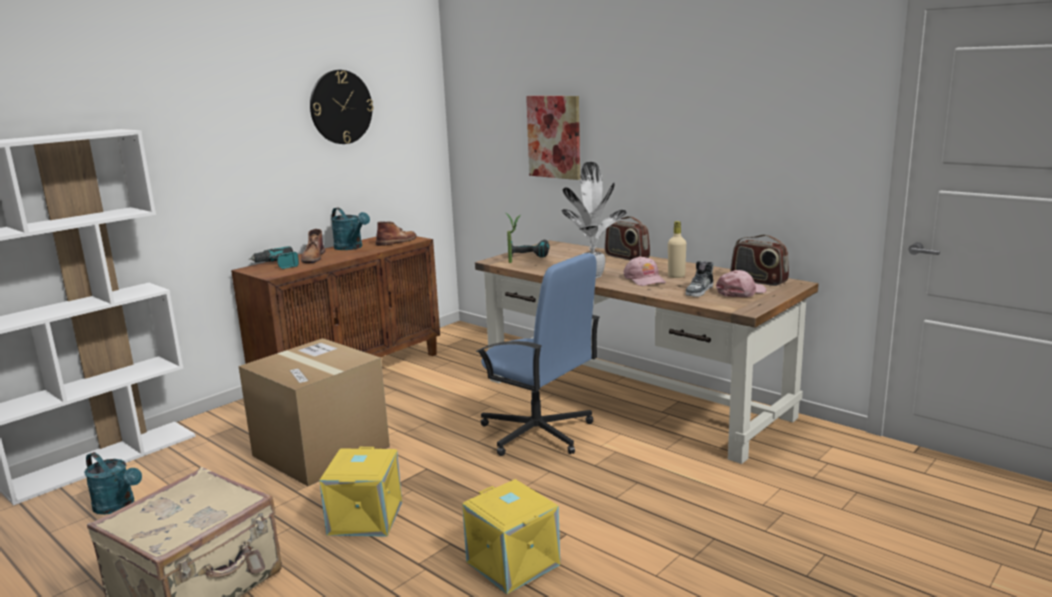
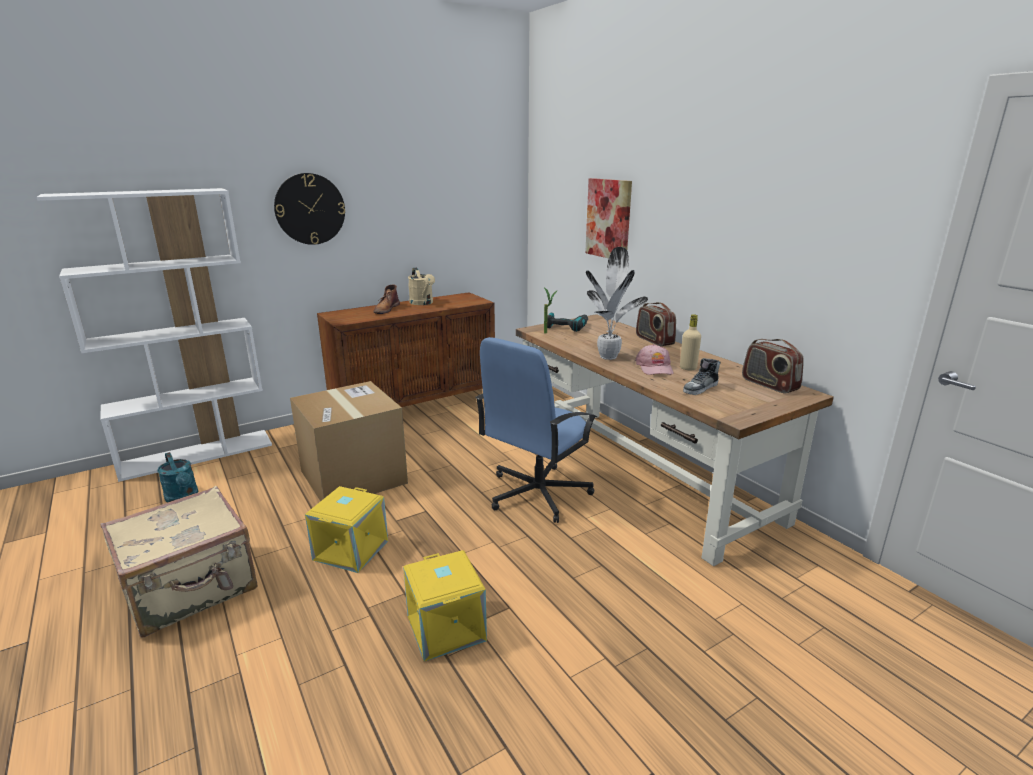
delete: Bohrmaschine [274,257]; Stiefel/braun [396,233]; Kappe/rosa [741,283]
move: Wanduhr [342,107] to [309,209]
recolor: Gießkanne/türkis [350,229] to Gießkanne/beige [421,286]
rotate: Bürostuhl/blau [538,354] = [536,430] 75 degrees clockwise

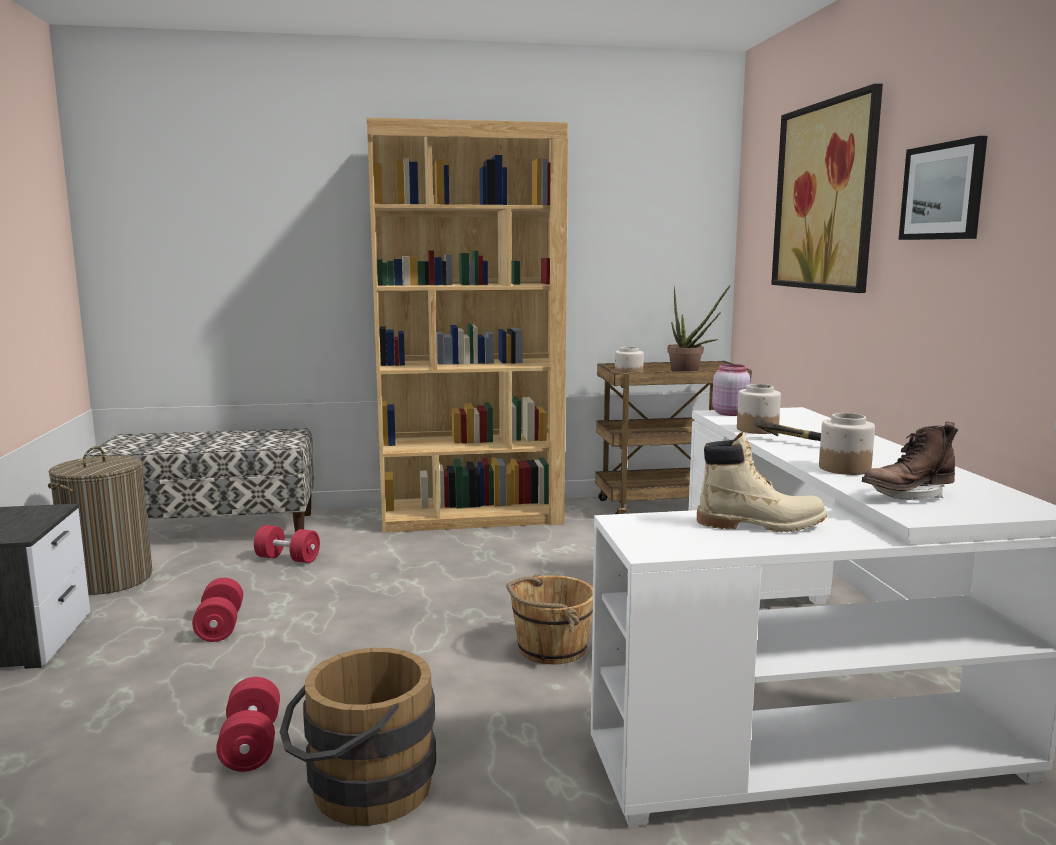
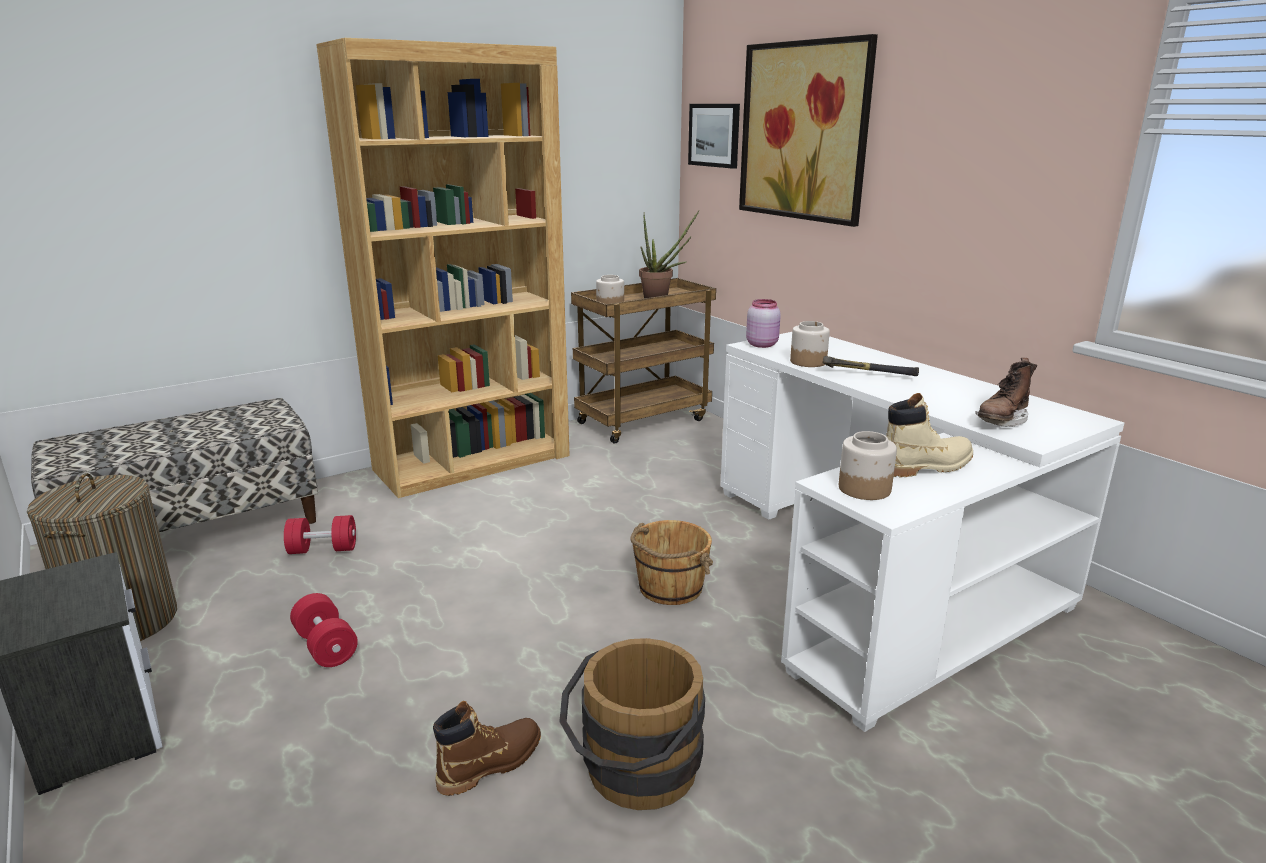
move: Vorratsglas [847,444] to [868,465]; Bild [943,188] to [714,136]
replace: Hantel/rot [248,724] to Stiefel/braun [487,748]

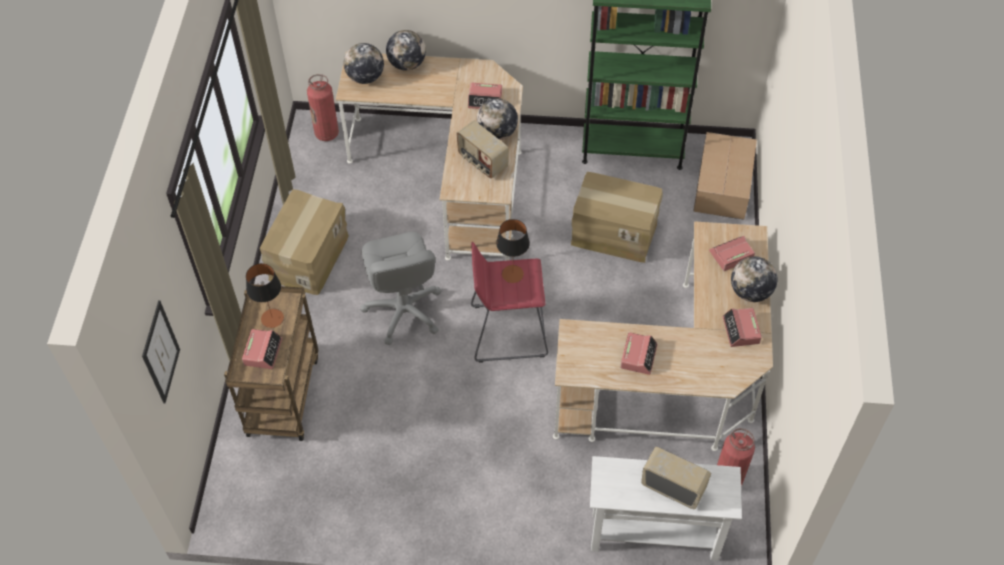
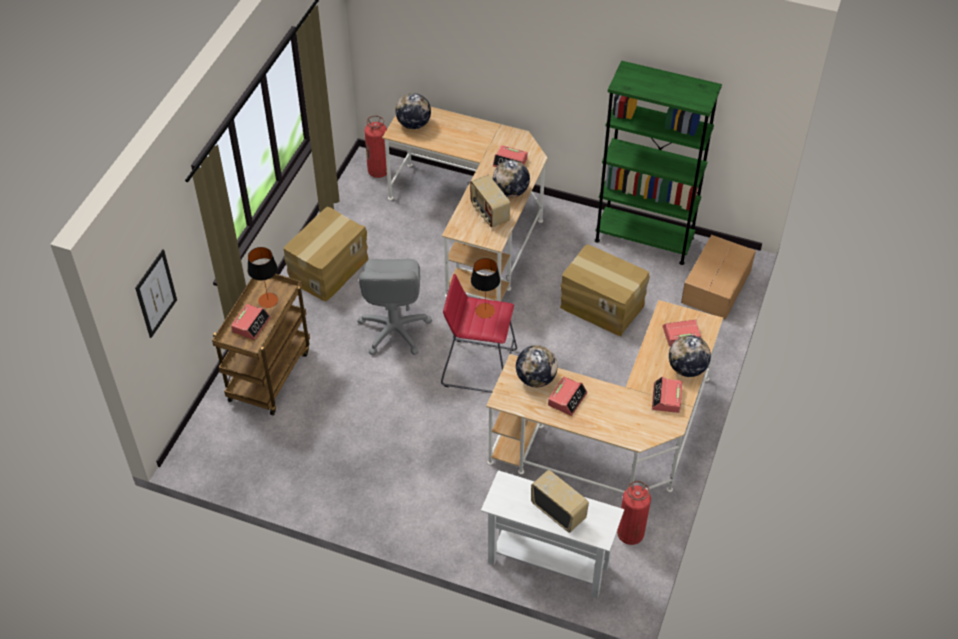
move: Globus [406,50] to [537,366]

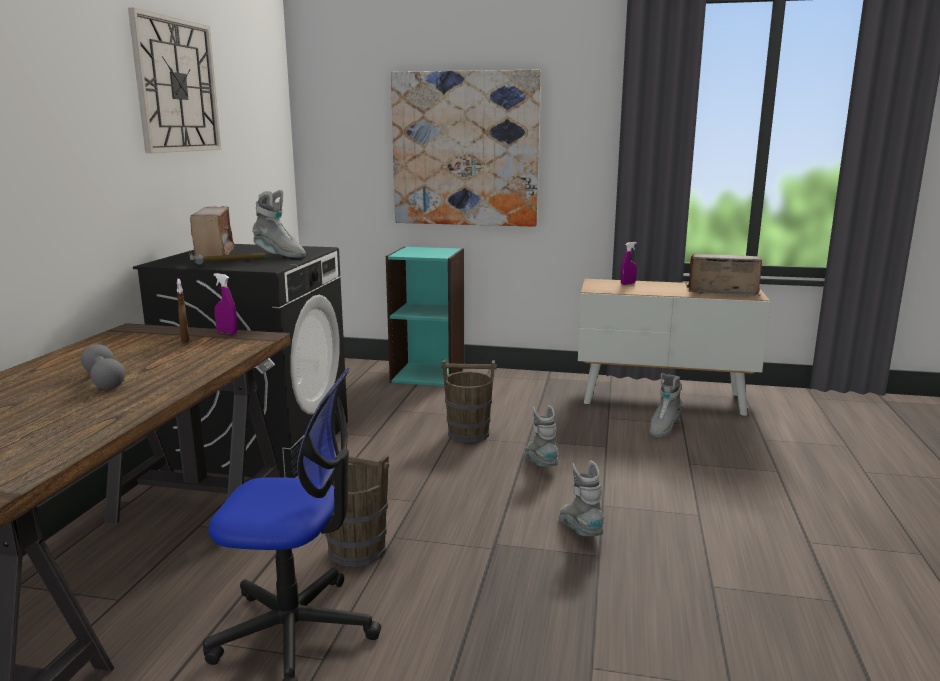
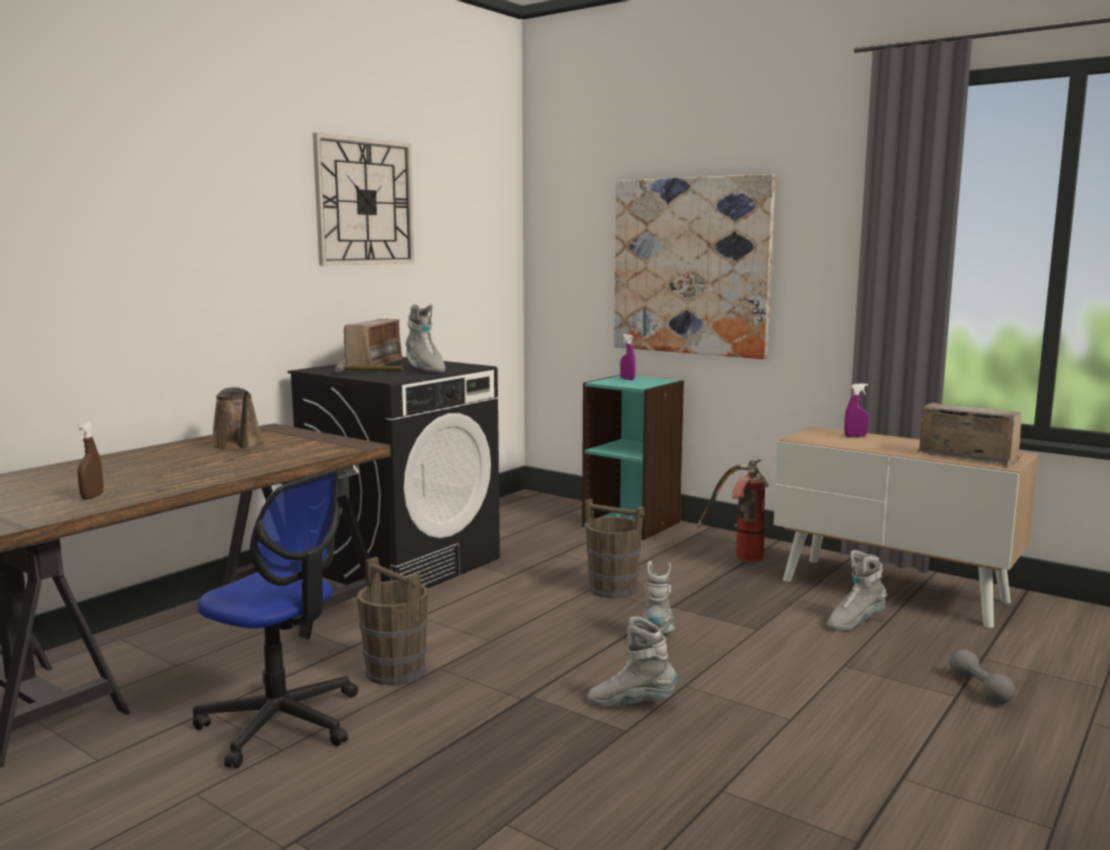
insert: Gießkanne/braun [237,419]; Feuerlöscher [733,510]
move: Hantel/grau [103,367] to [982,677]; Sprühflasche/braun [183,310] to [90,461]; Sprühflasche/lila [225,303] to [628,357]
rotate: Stiefel/grau [581,498] = [632,662] 90 degrees counterclockwise

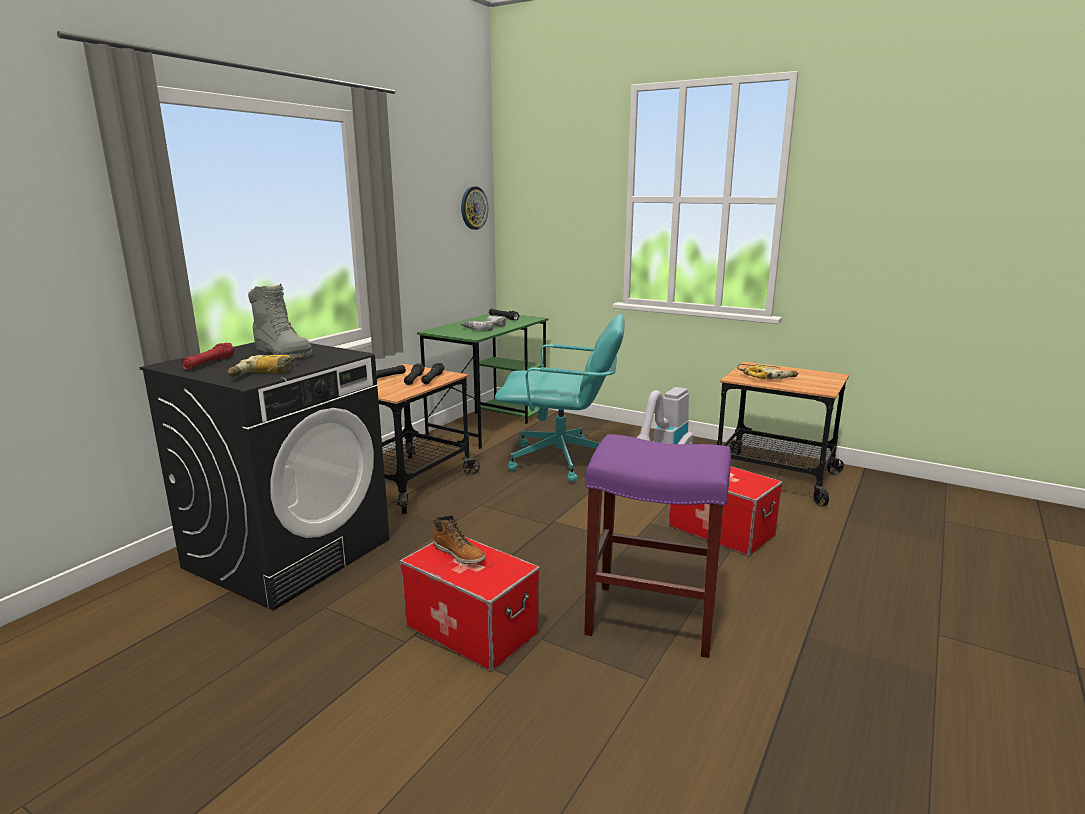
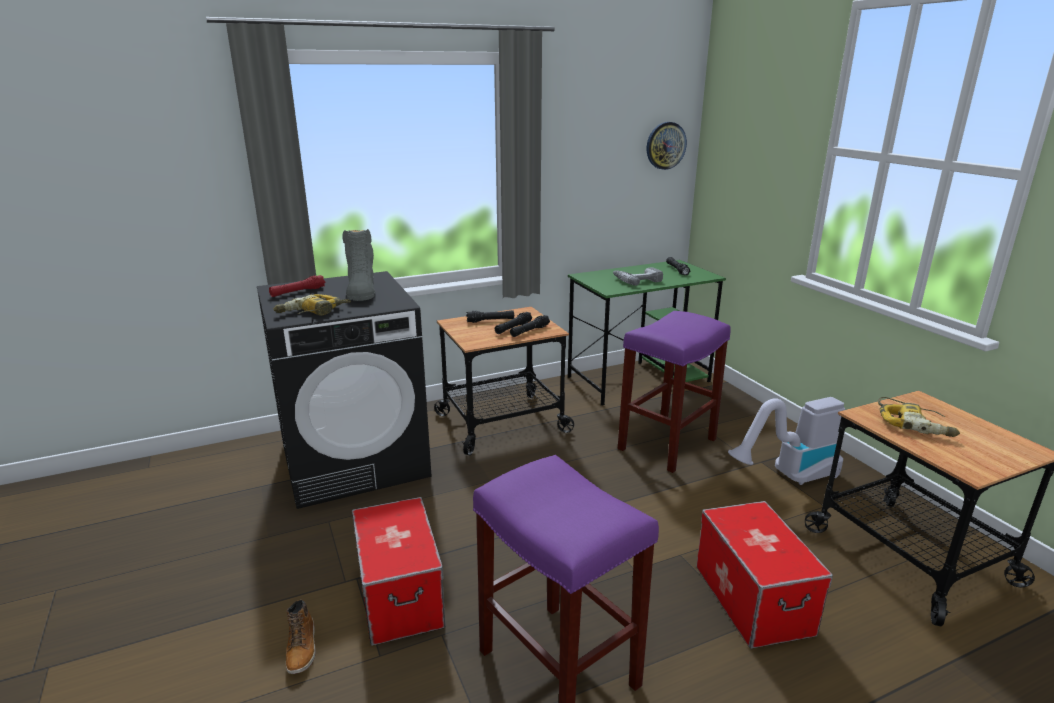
move: Stiefel [459,539] to [301,636]
replace: Bürostuhl/türkis [560,398] to Hocker/lila [674,392]

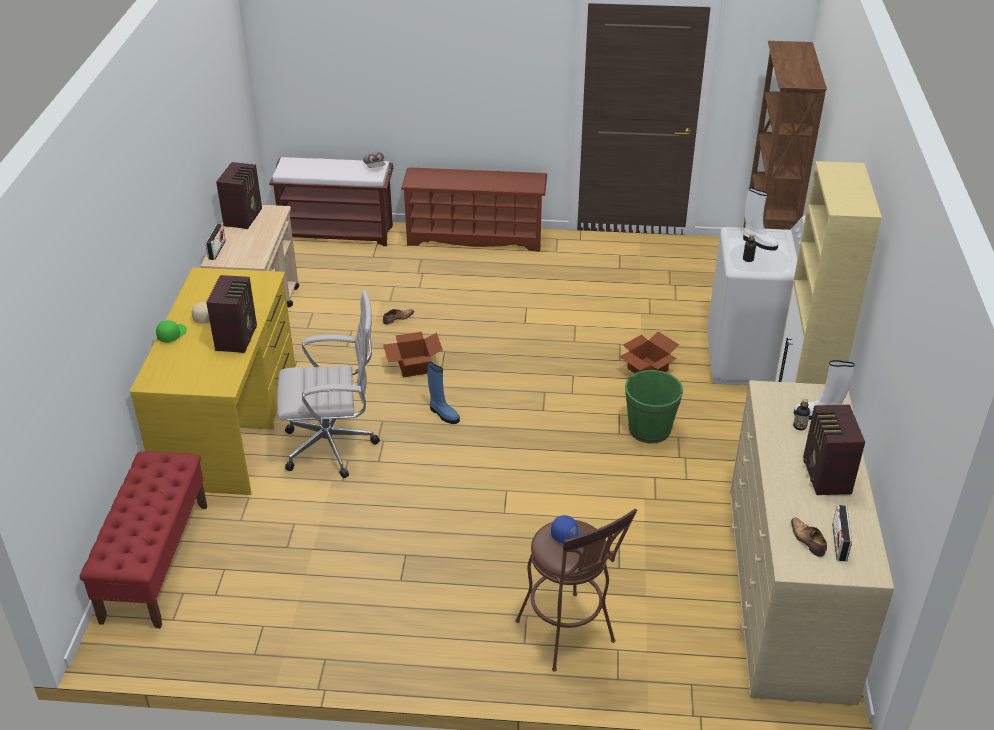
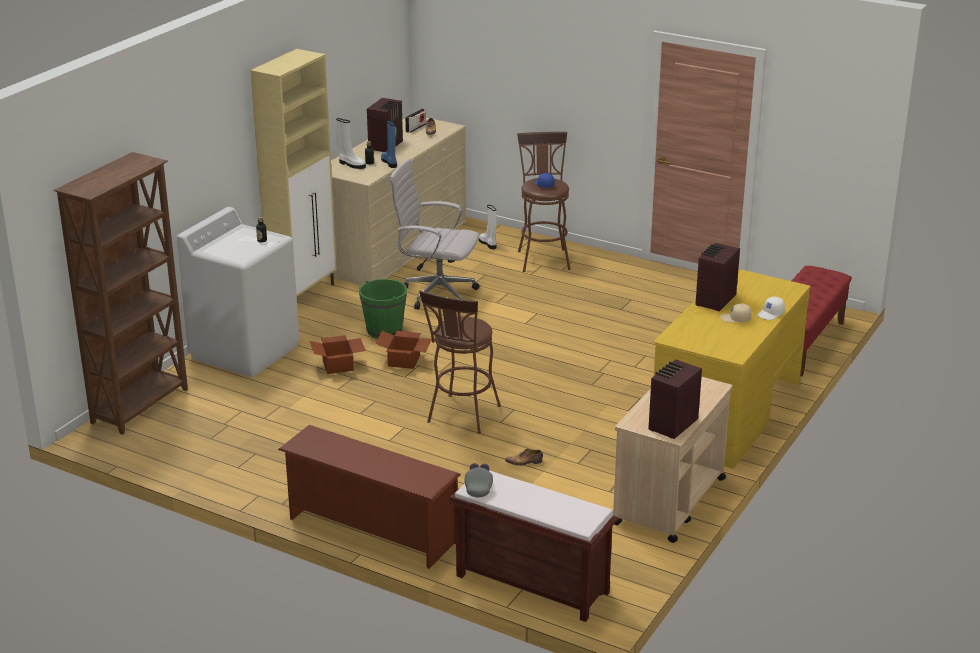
delete: Radio [216,242]
insert: Hocker/braun [460,362]
move: Bürostuhl/weiß [328,384] to [434,234]; Karton [413,354] to [403,350]; Stiefel/blau [443,393] to [389,144]; Stiefel/weiß [761,219] to [488,227]
recolor: Kappe/grün [171,331] to Kappe/weiß [771,308]

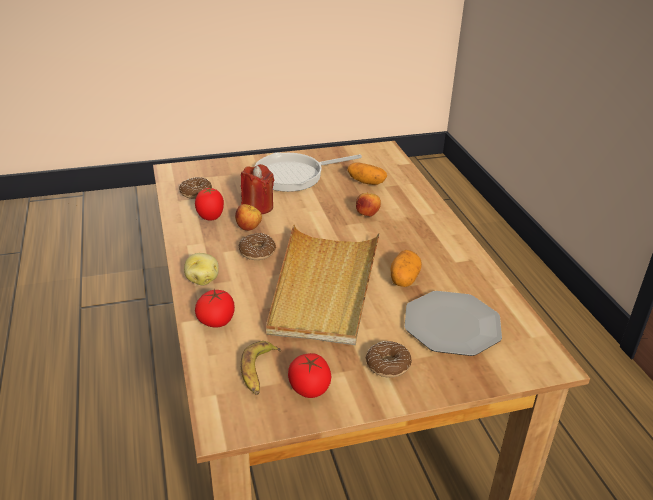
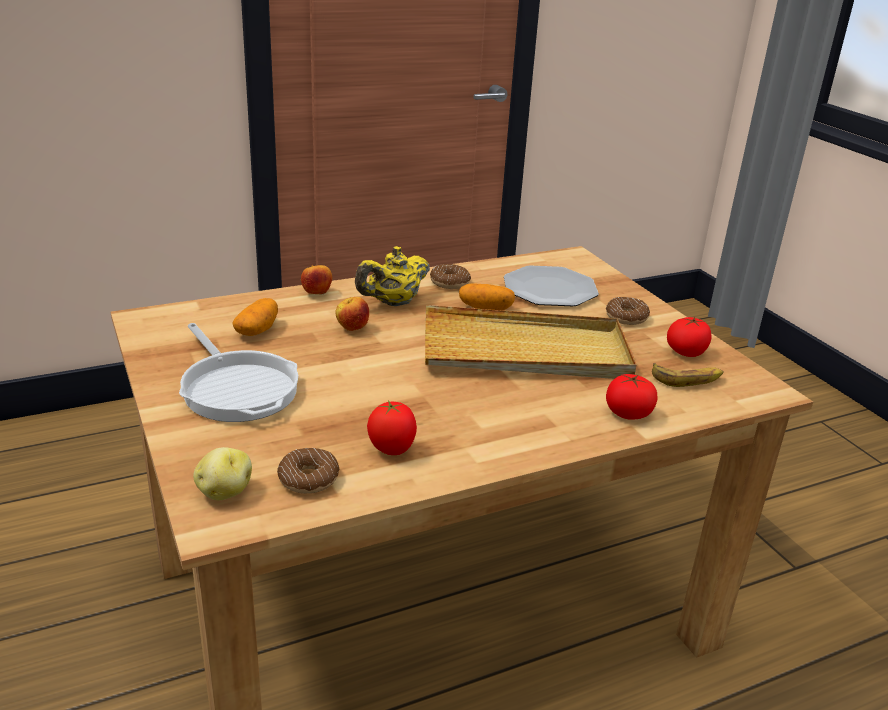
delete: Kerze/rot [257,189]
insert: Teekanne/gelb [392,276]
move: Kartoffel [201,269] to [222,473]; Apfel [248,217] to [316,279]; Donut [257,246] to [450,276]

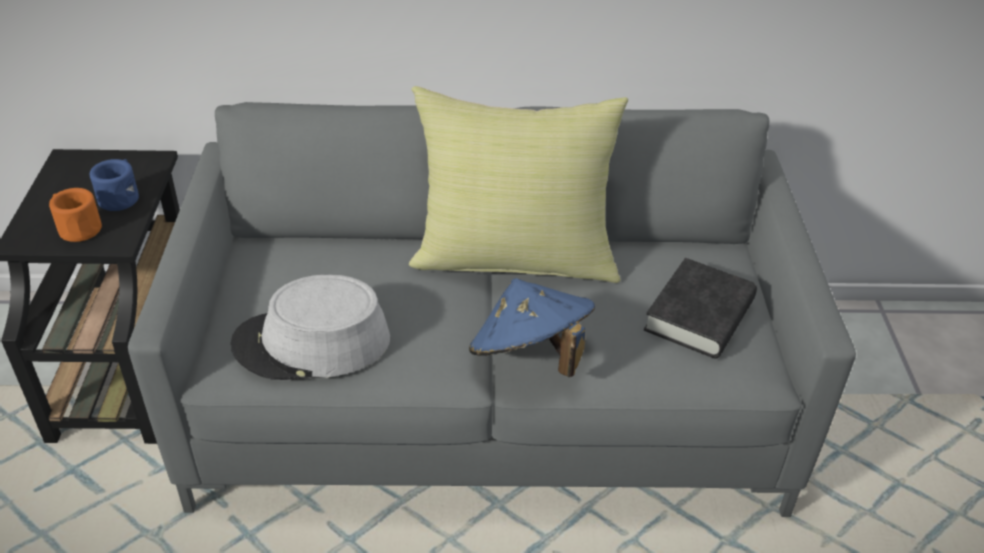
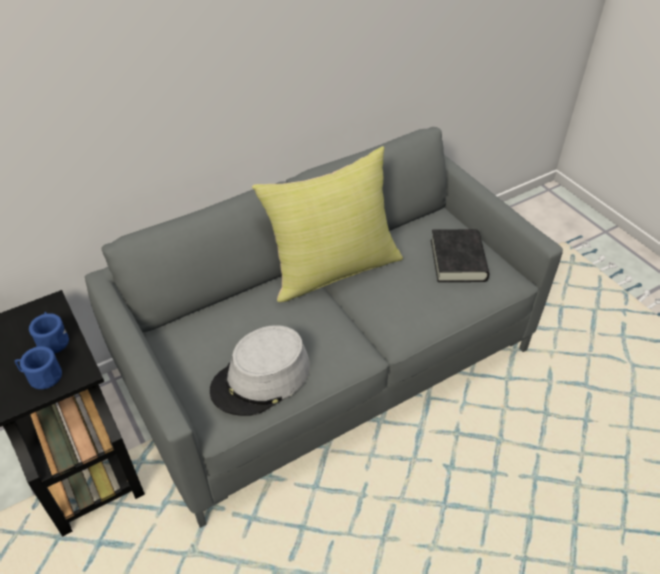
delete: Hut/blau [532,327]
recolor: Henkelbecher/orange [75,215] to Henkelbecher/blau [38,367]

